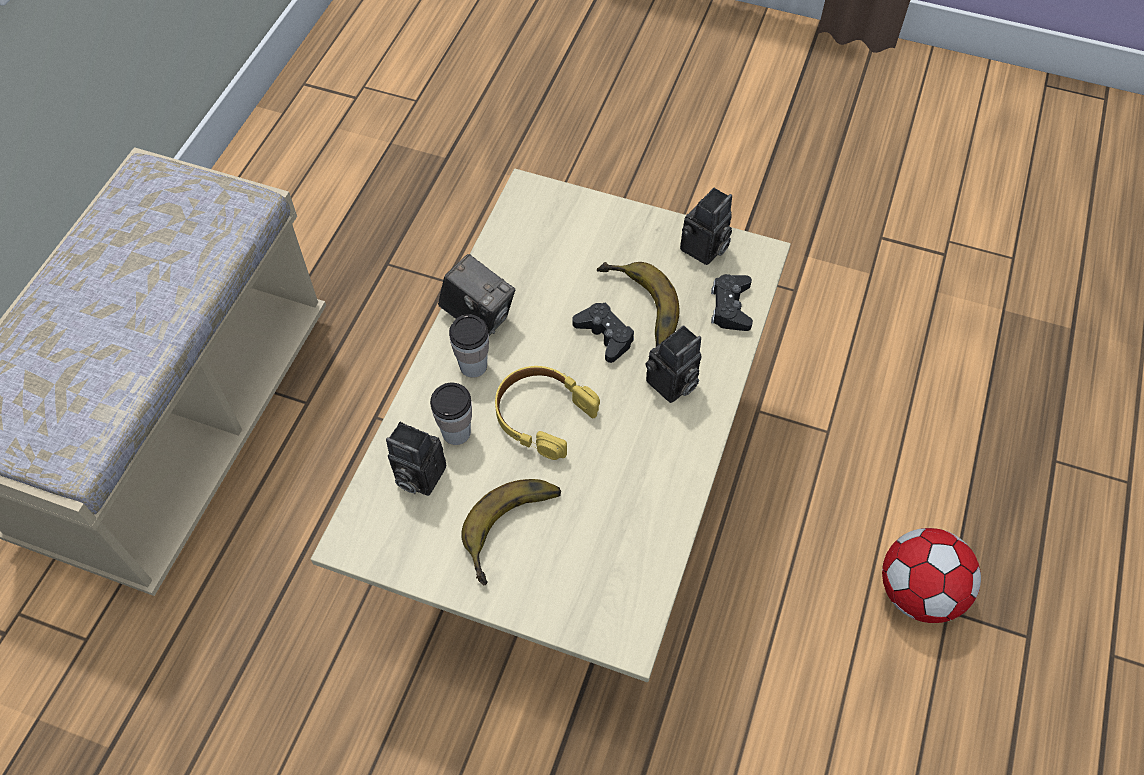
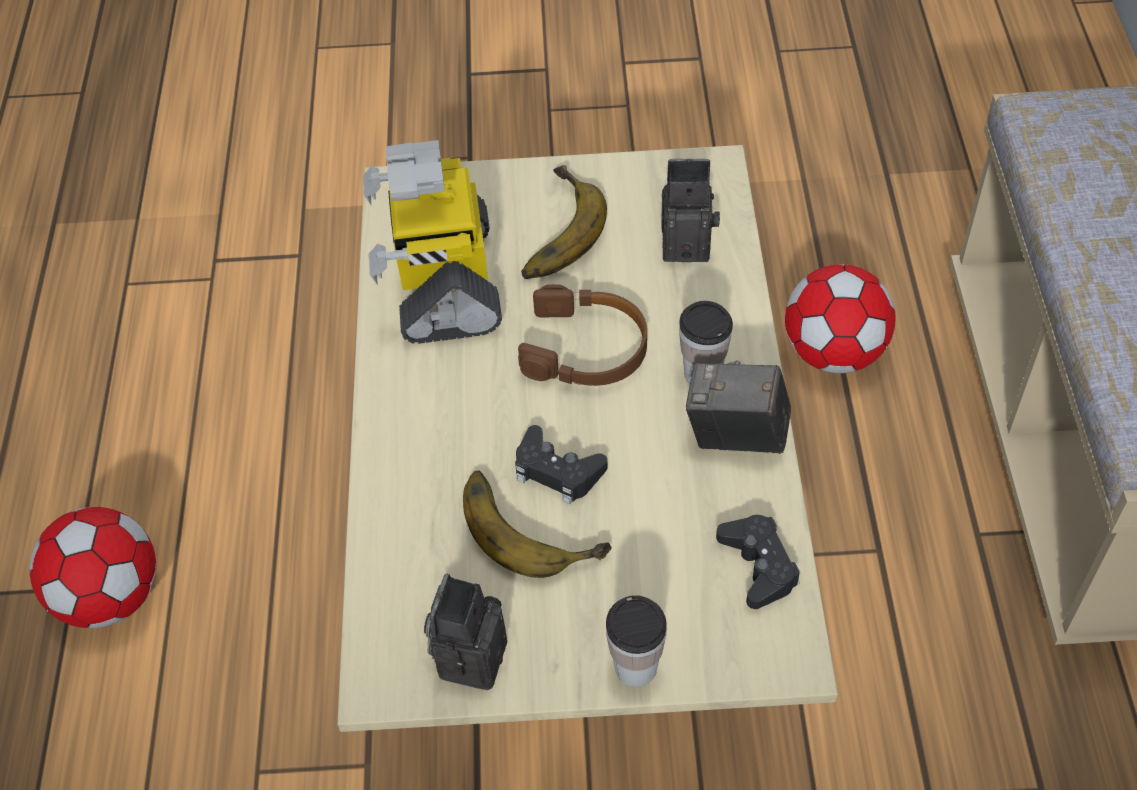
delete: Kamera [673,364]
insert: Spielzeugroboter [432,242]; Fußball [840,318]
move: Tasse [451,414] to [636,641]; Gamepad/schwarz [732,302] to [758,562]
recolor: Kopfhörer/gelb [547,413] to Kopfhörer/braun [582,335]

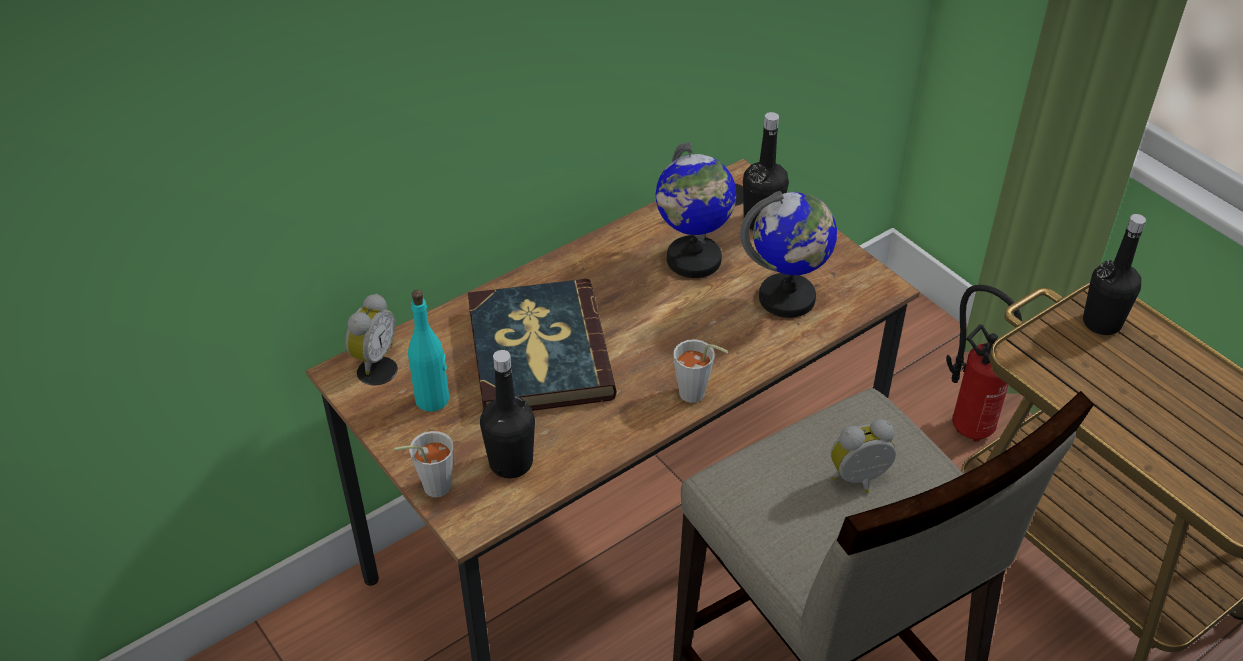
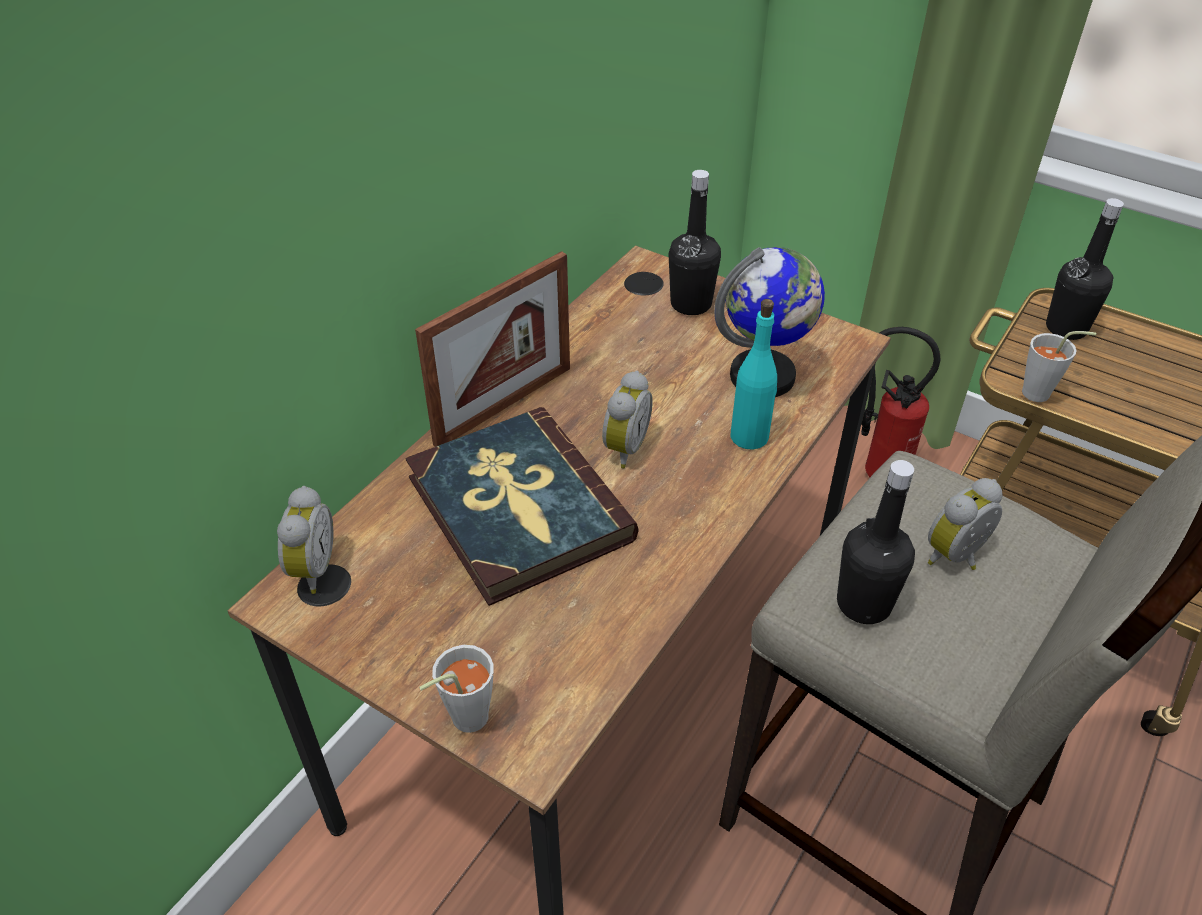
delete: Globus [696,210]
insert: Bilderrahmen [492,349]; Wecker [627,419]
move: Flasche/türkis [428,351] to [753,374]; Flasche/schwarz [507,414] to [876,542]; Tasse/grau [701,371] to [1059,366]

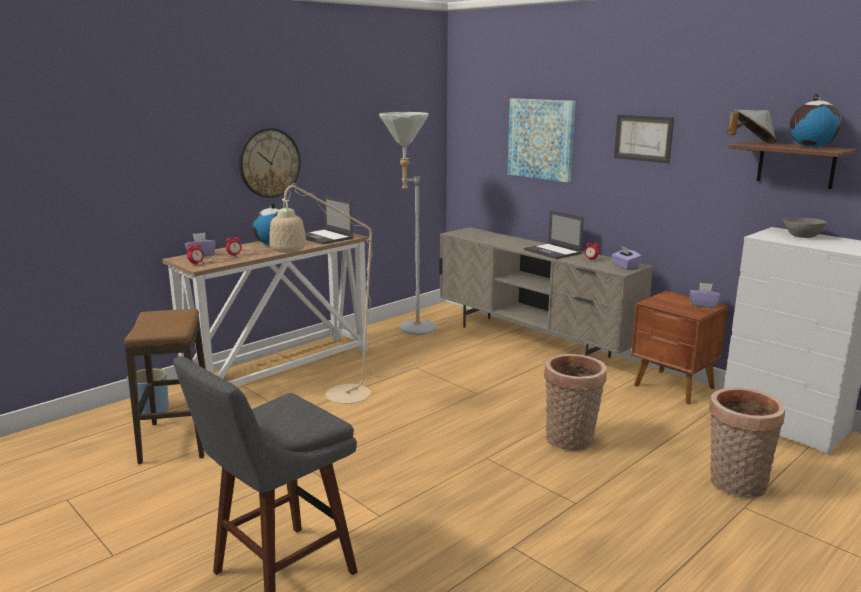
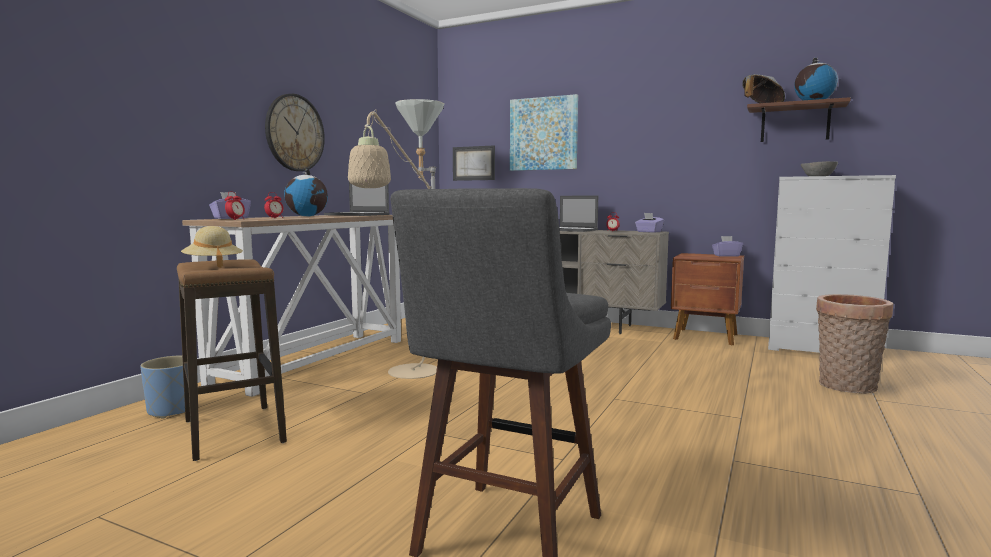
delete: Korb [575,402]
insert: Hut/beige [212,247]
move: Bild [644,139] to [474,163]

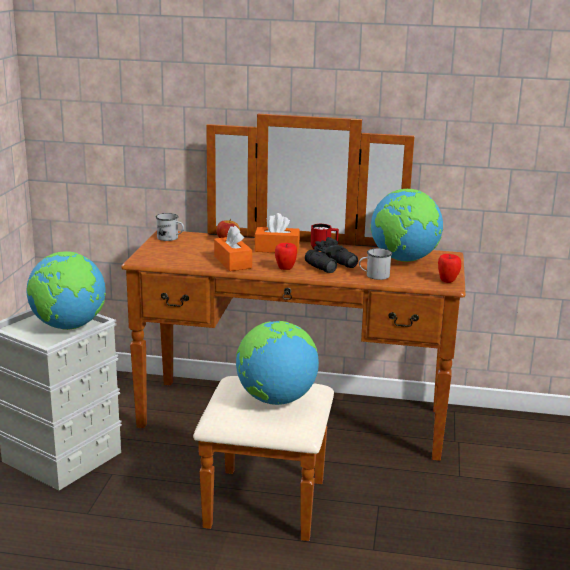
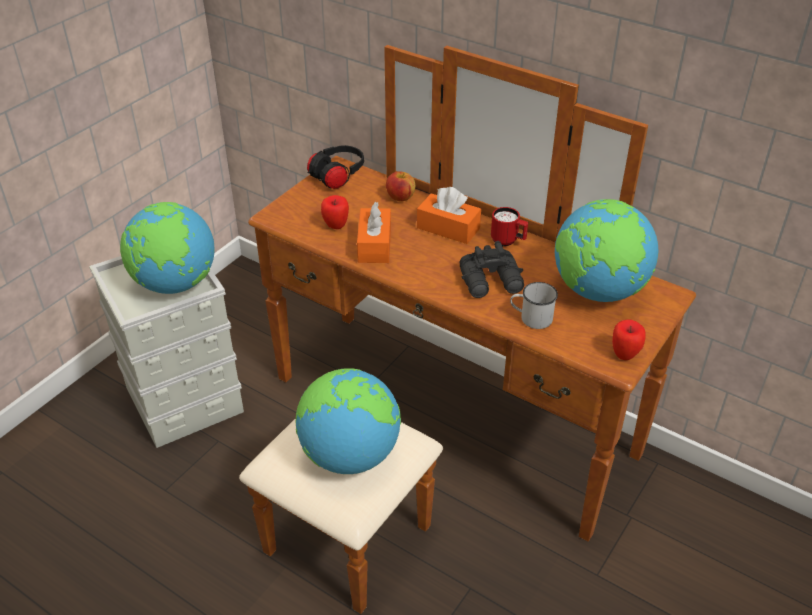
move: Apfel [286,256] to [335,212]
replace: Henkelbecher/weiß [170,227] to Kopfhörer/schwarz [335,167]

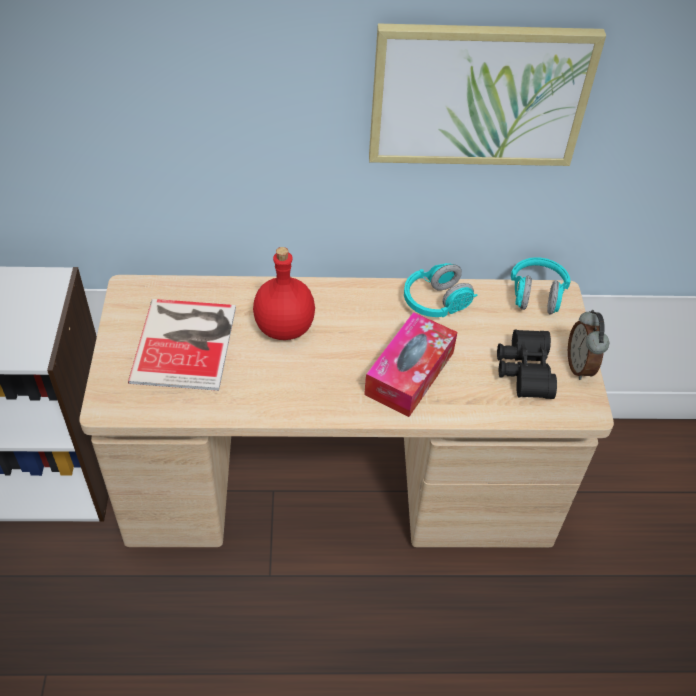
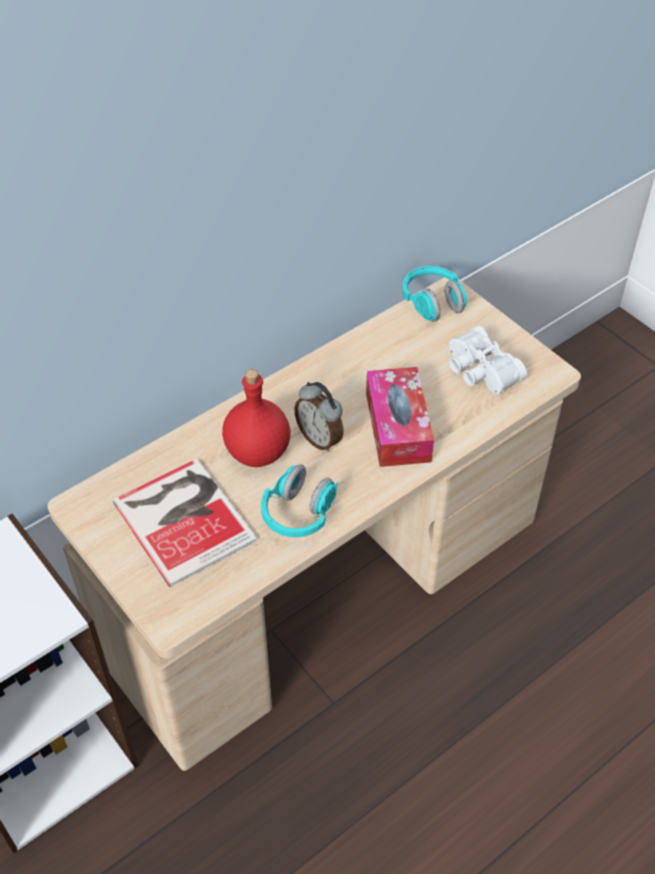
delete: Bild [487,95]
move: Kopfhörer/türkis [441,290] to [299,500]; Wecker [588,345] to [318,417]
recolor: Fernglas/schwarz [527,364] to Fernglas/weiß [488,360]

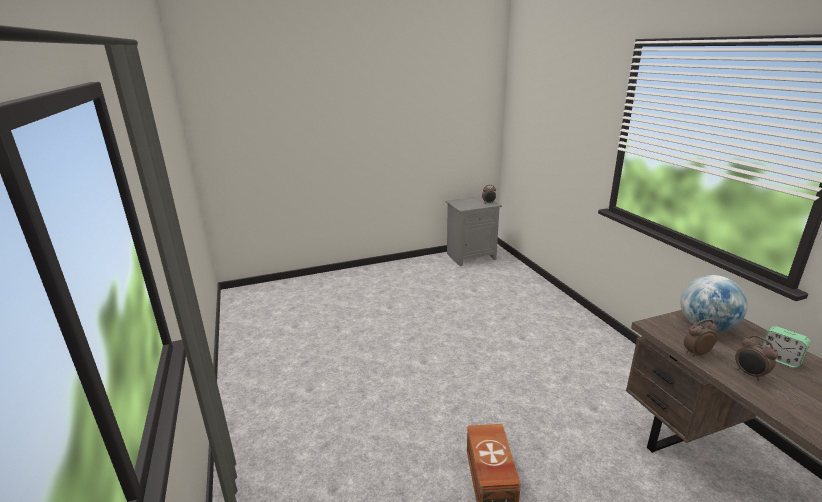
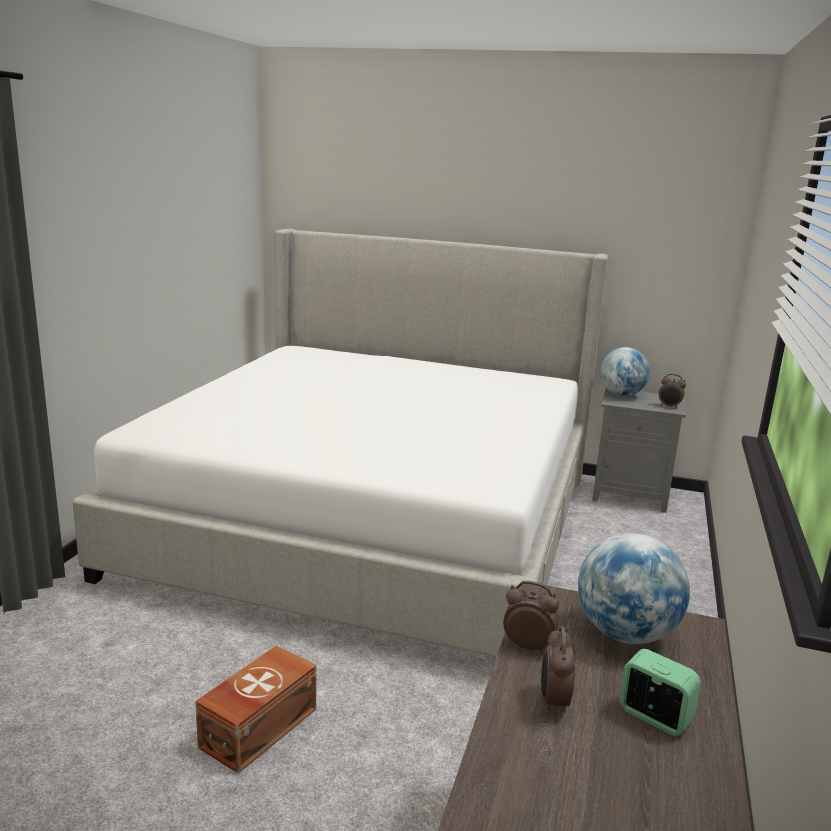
insert: Bett [341,443]; Globus [625,371]
rotate: Wecker [786,347] = [660,692] 135 degrees clockwise

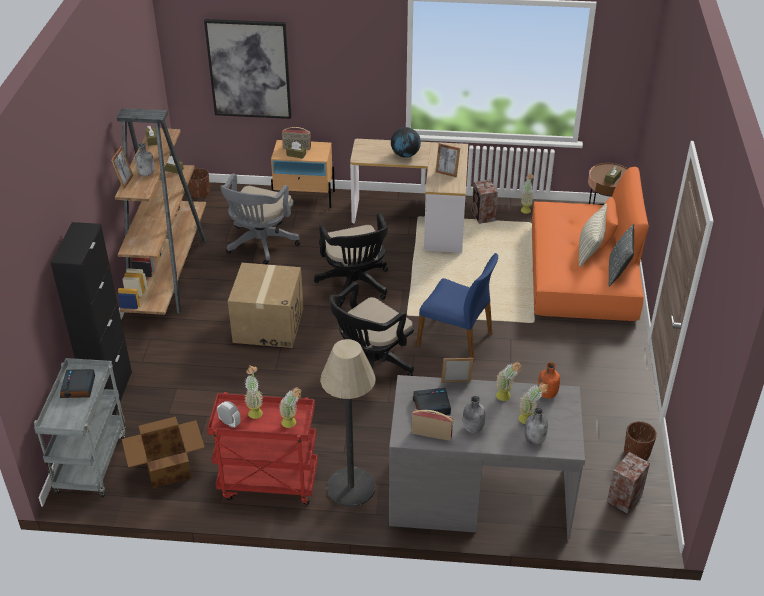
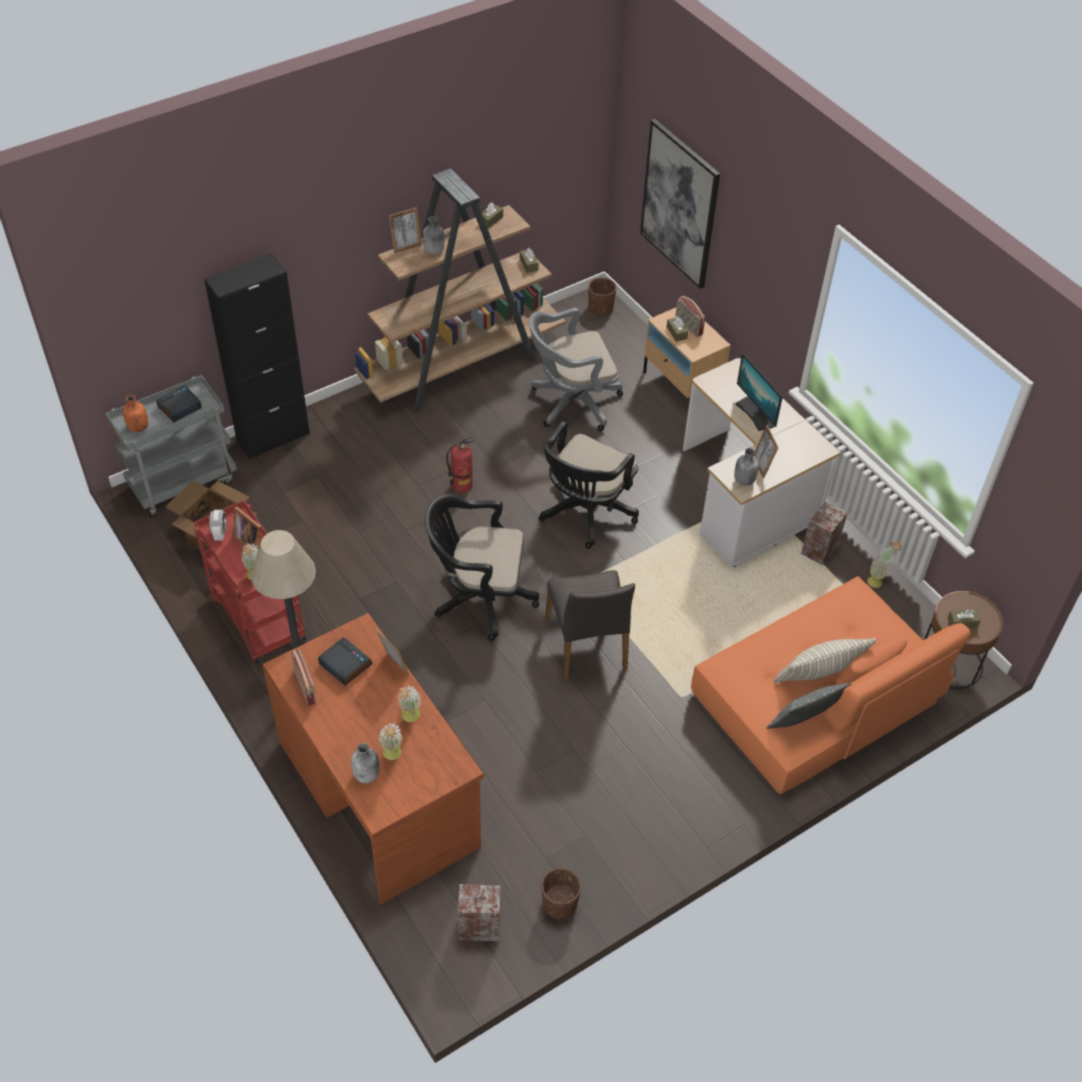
move: Flasche/grau [474,414] to [746,467]; Flasche/orange [549,380] to [135,413]
replace: Karton [265,305] to Feuerlöscher [460,463]; Topfpflanze [254,392] to Bilderrahmen [247,528]; Globus [406,142] to Monitor [759,392]
recolor: Schreibtisch/grau [487,457] to Schreibtisch/braun [373,758]; Stuhl/blau [457,307] to Stuhl/grau [590,625]

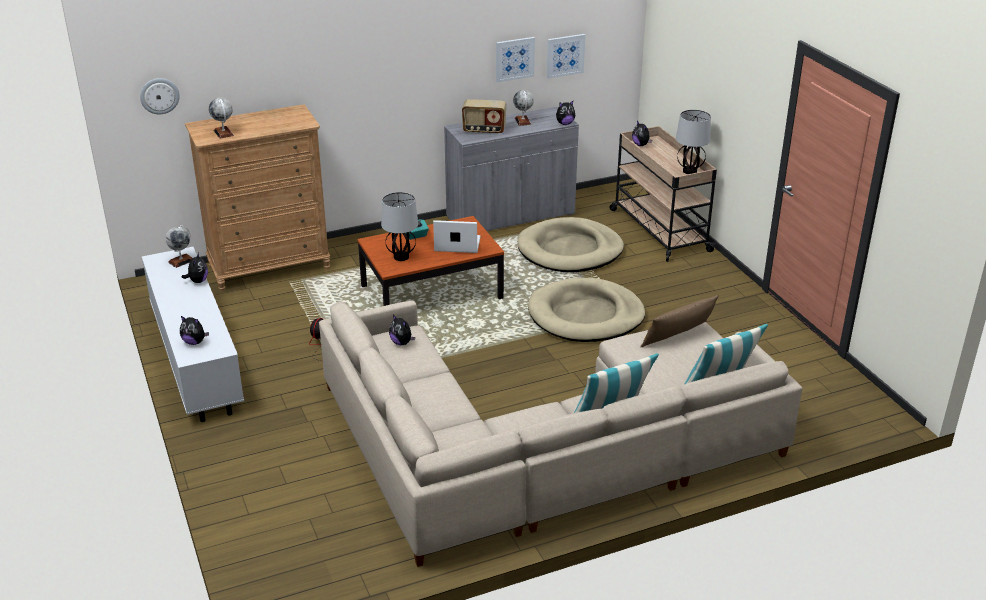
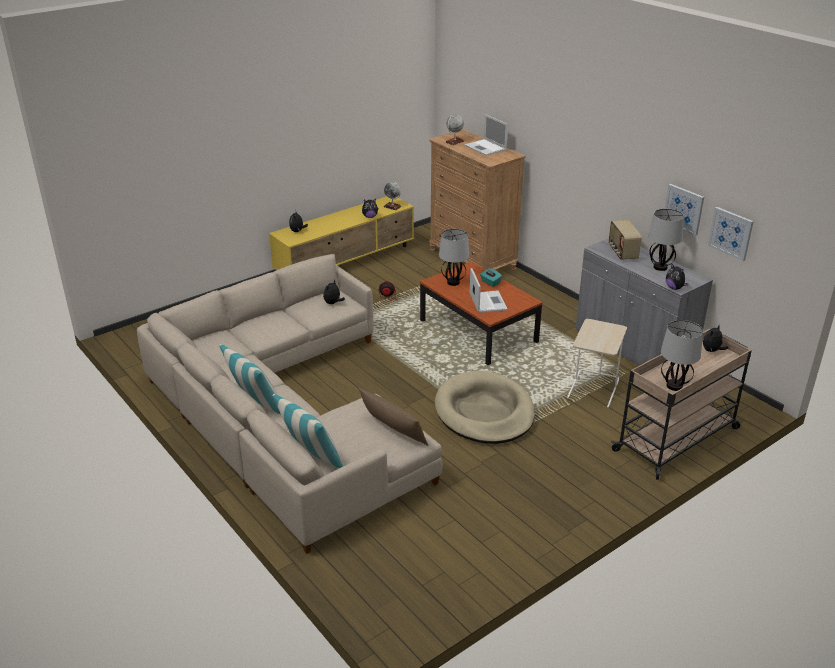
delete: Wanduhr [160,96]
insert: Laptop [486,135]
replace: Globus [523,108] to Tischlampe [666,240]; Hundebett/beige [570,244] to Beistelltisch/beige [597,363]
recolor: Fernsehschrank/weiß [193,334] to Fernsehschrank/gelb [341,233]

